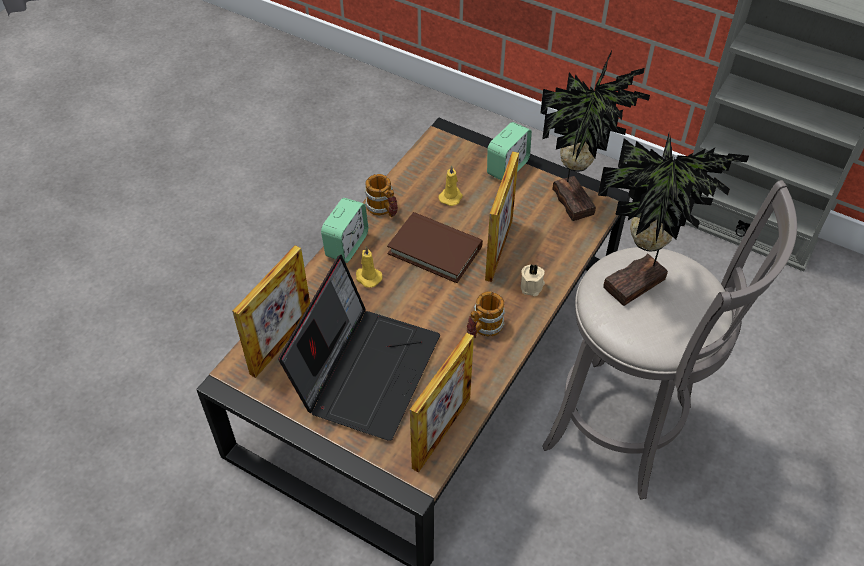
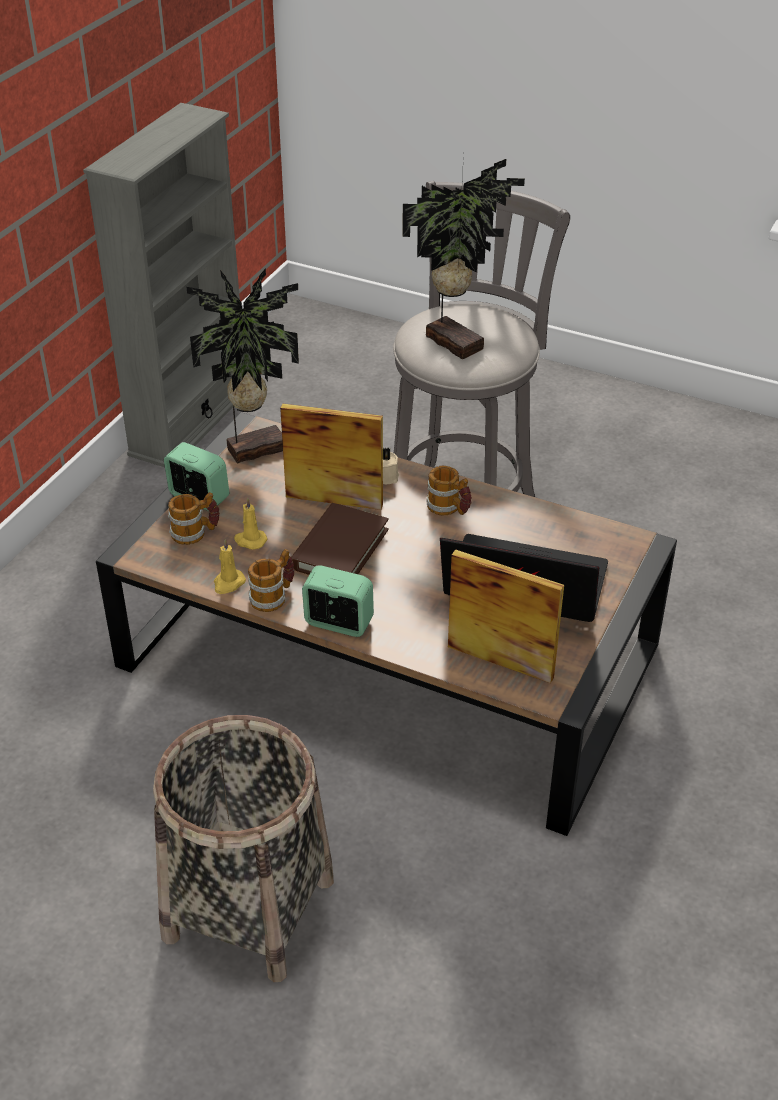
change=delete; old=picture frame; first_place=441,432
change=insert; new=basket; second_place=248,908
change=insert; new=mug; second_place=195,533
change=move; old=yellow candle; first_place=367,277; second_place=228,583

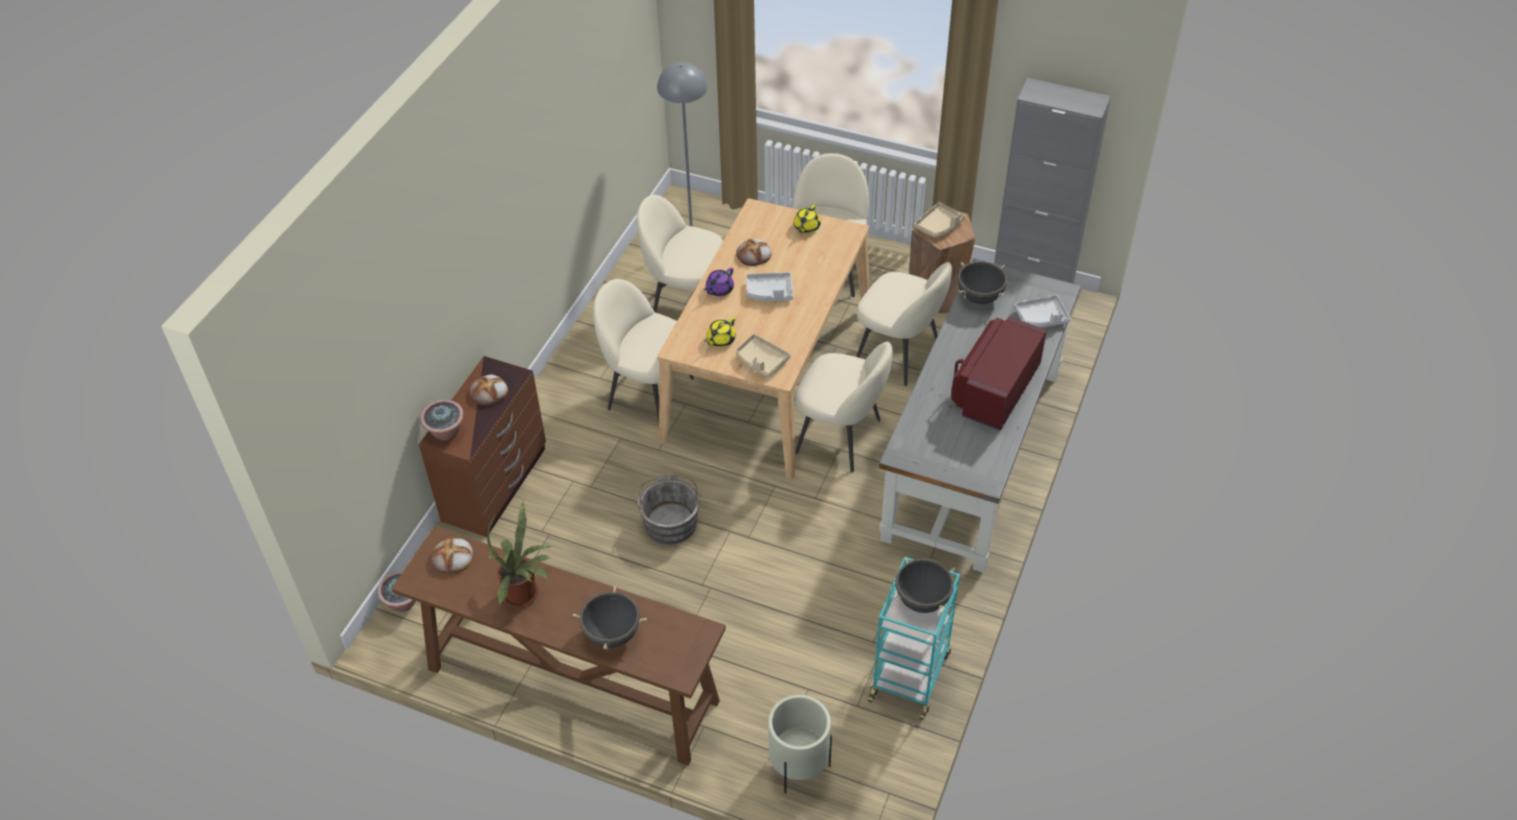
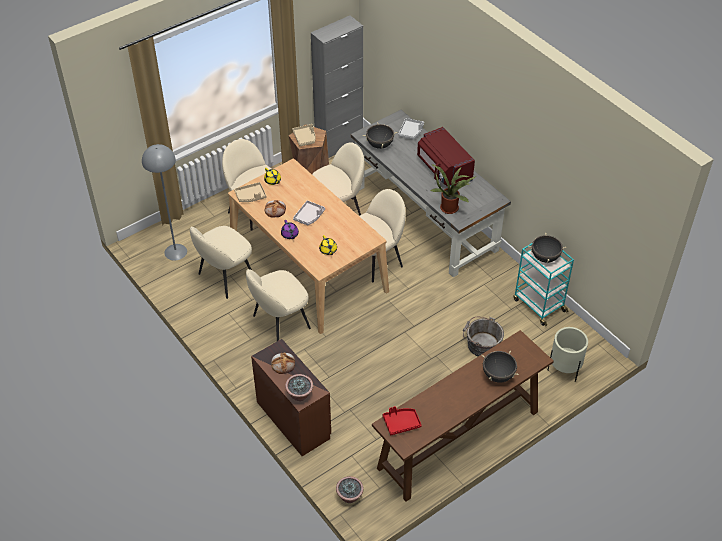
change=move; old=potted plant; first_place=524,594; second_place=450,207
change=move; old=grey bucket; first_place=670,520; second_place=481,344
change=move; old=beige tray; first_place=761,361; second_place=251,196
change=replace; old=bread; new=red tray; first_place=453,558; second_place=401,423

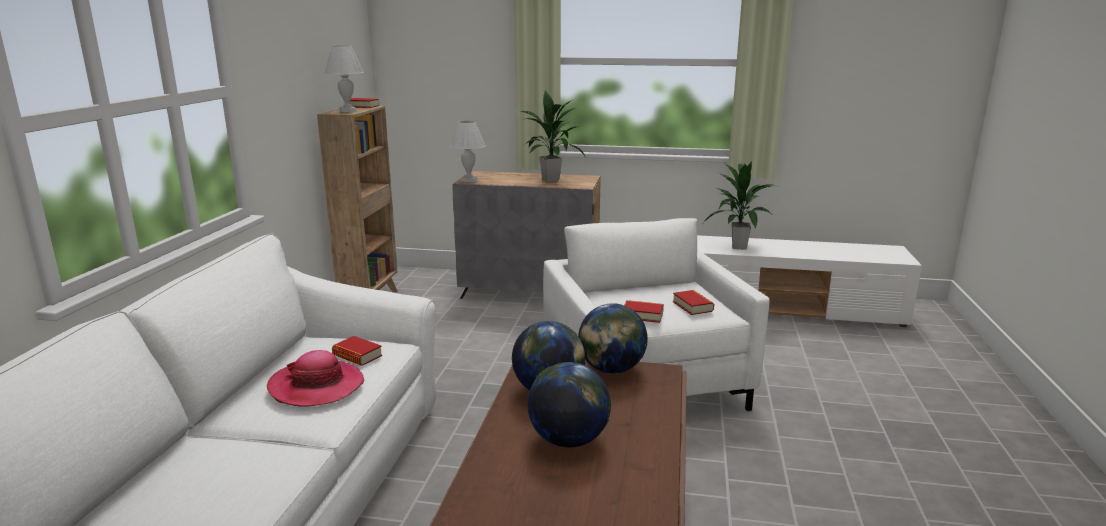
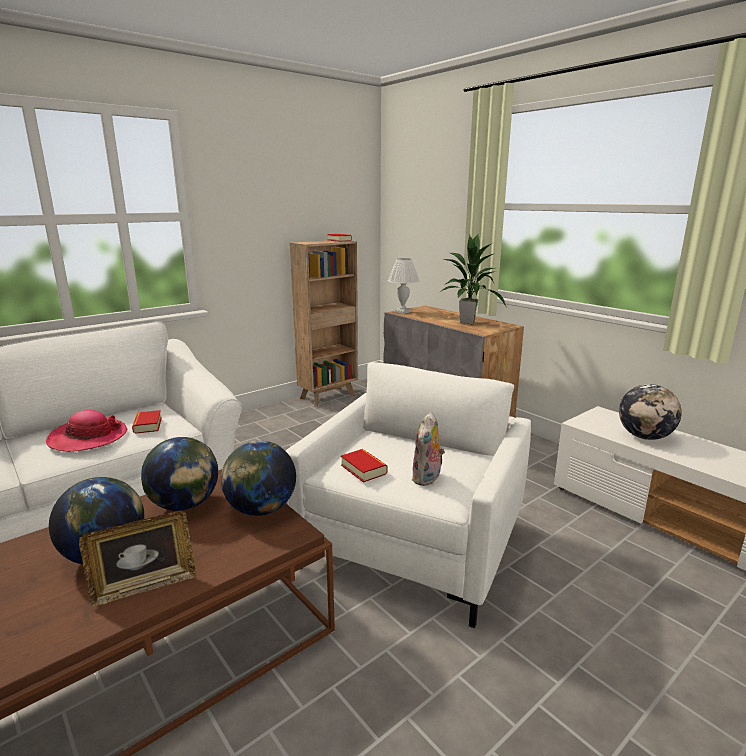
change=delete; old=white table lamp; first_place=348,111
change=insert; new=picture frame; second_place=145,586
change=replace; old=book; new=plush toy; first_place=692,306; second_place=427,479
change=replace; old=potted plant; new=globe; first_place=739,247; second_place=644,437

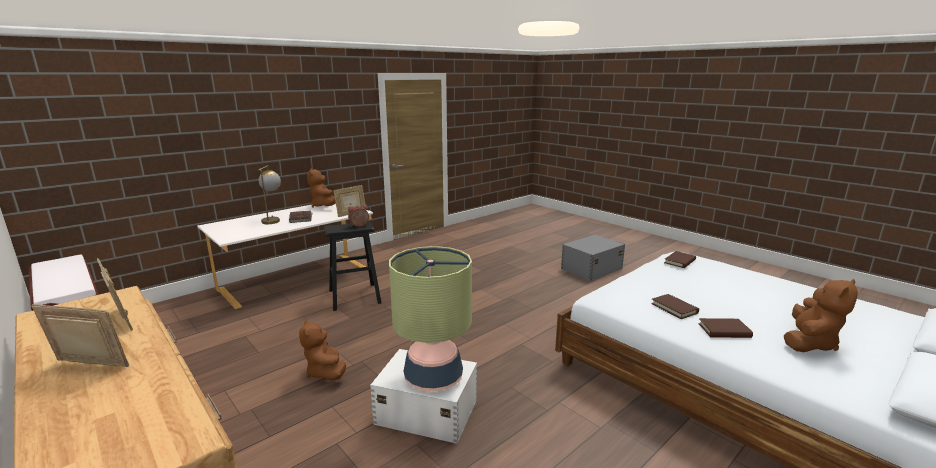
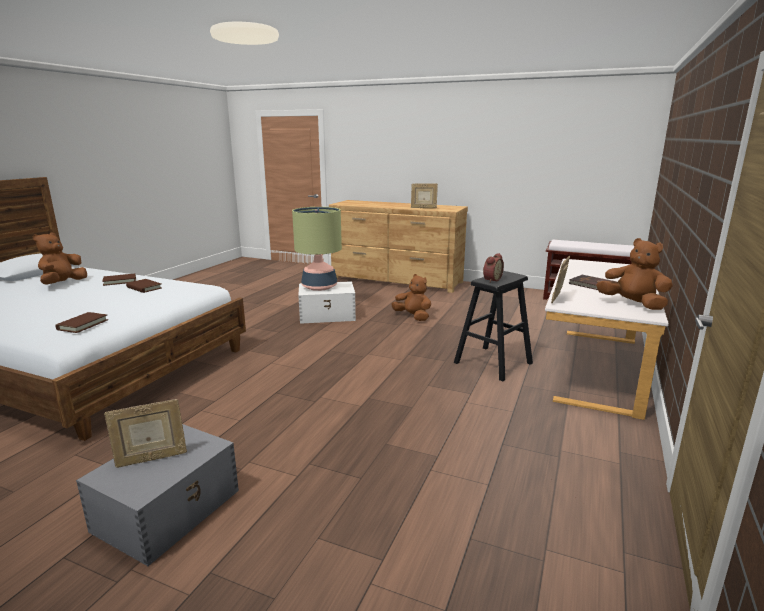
change=delete; old=table lamp; first_place=272,220
change=move; old=picture frame; first_place=91,367; second_place=151,459

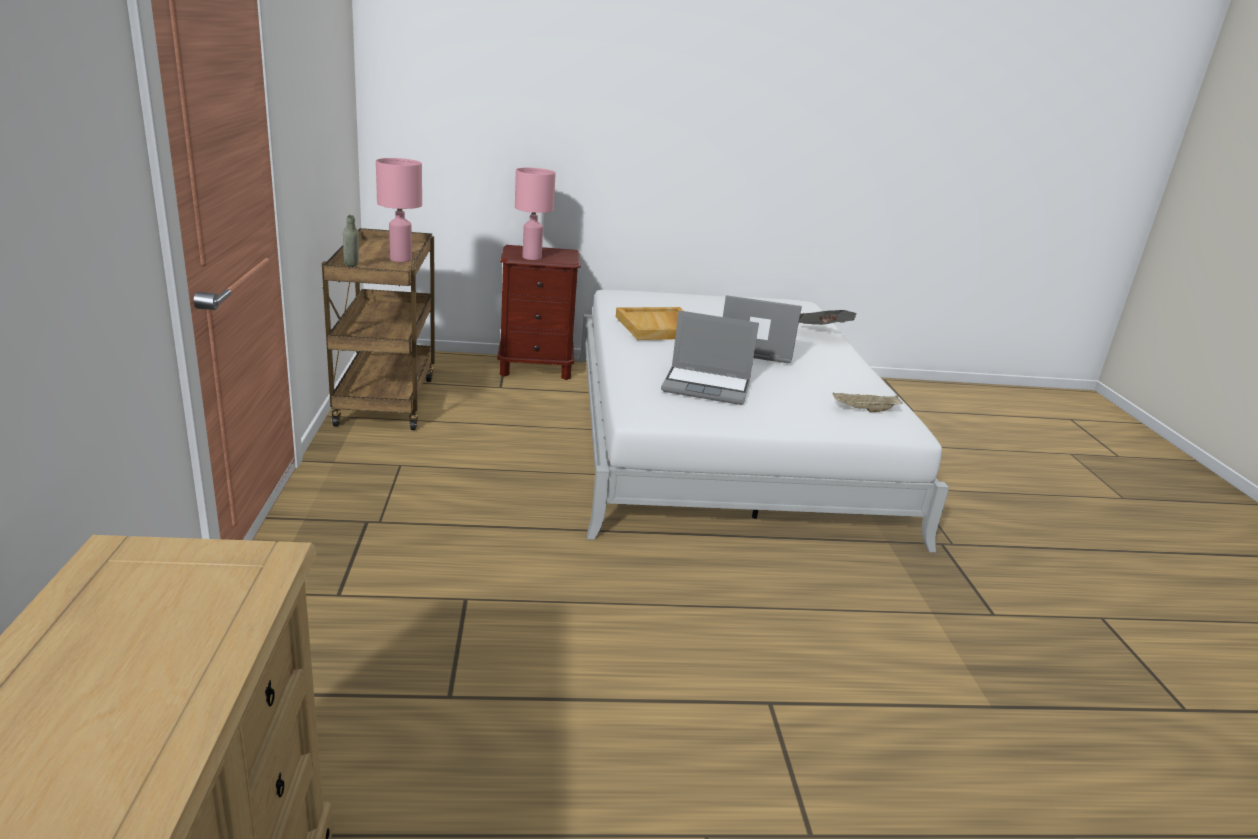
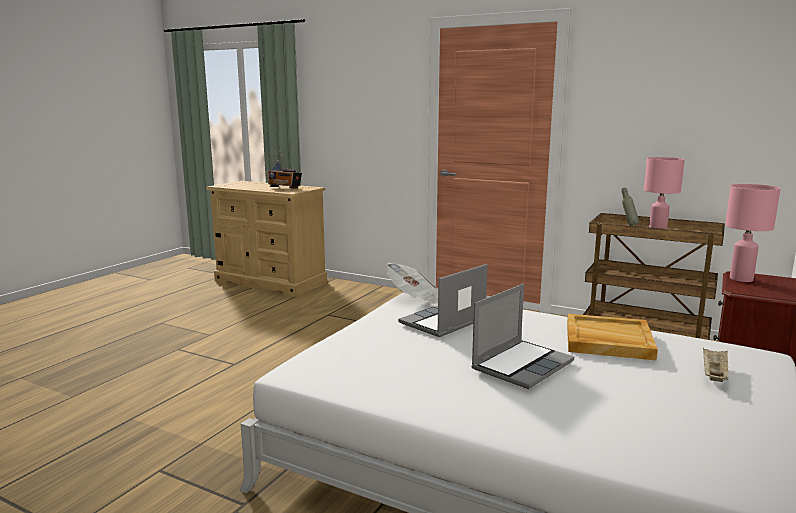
change=insert; new=radio; second_place=284,188
change=move; old=newspaper; first_place=822,333; second_place=414,298
change=move; old=beige tray; first_place=864,410; second_place=713,374

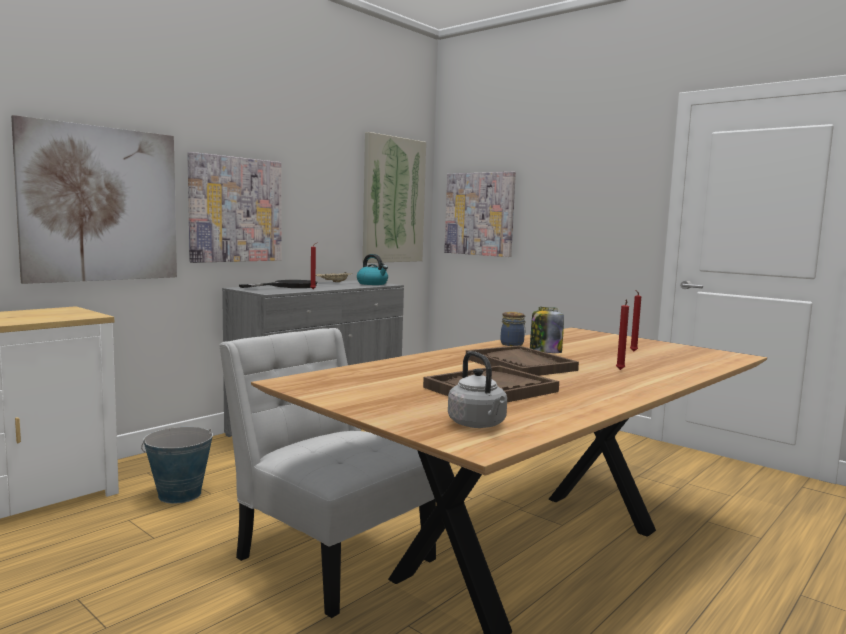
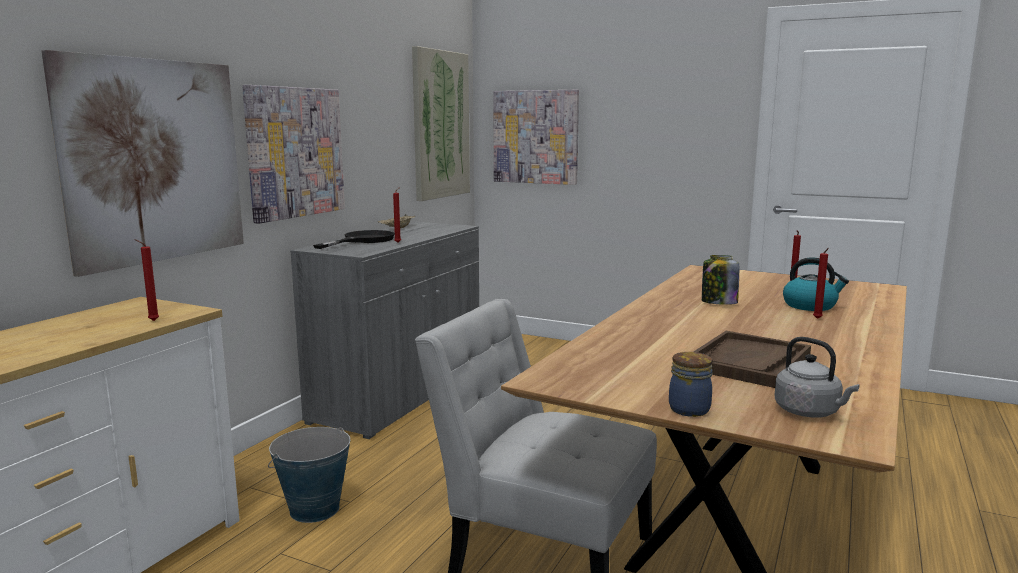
change=delete; old=brown tray; first_place=520,364
change=insert; new=red candle; second_place=152,321
change=move; old=kettle; first_place=373,284; second_place=810,306
change=move; old=jar; first_place=513,344; second_place=690,409

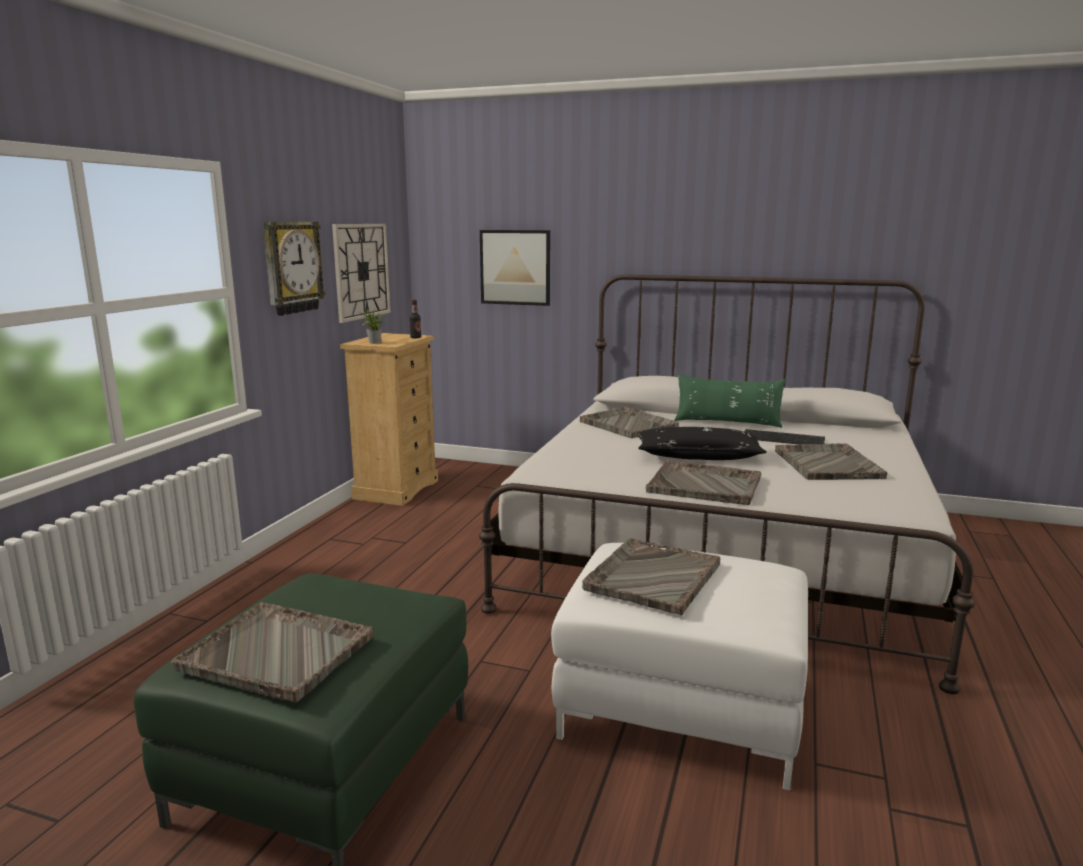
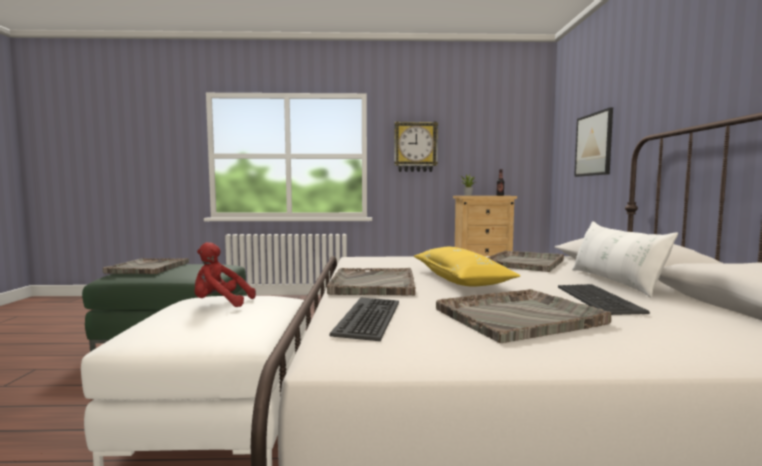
change=delete; old=wall clock; first_place=361,271
change=insert; new=keyboard; second_place=370,318
change=replace; old=grey tray; new=red plush toy; first_place=652,577; second_place=220,303
change=recolor; old=black pillow; new=yellow pillow; first_place=698,456; second_place=460,279
change=recolor; old=green pillow; new=white pillow; first_place=727,422; second_place=614,282

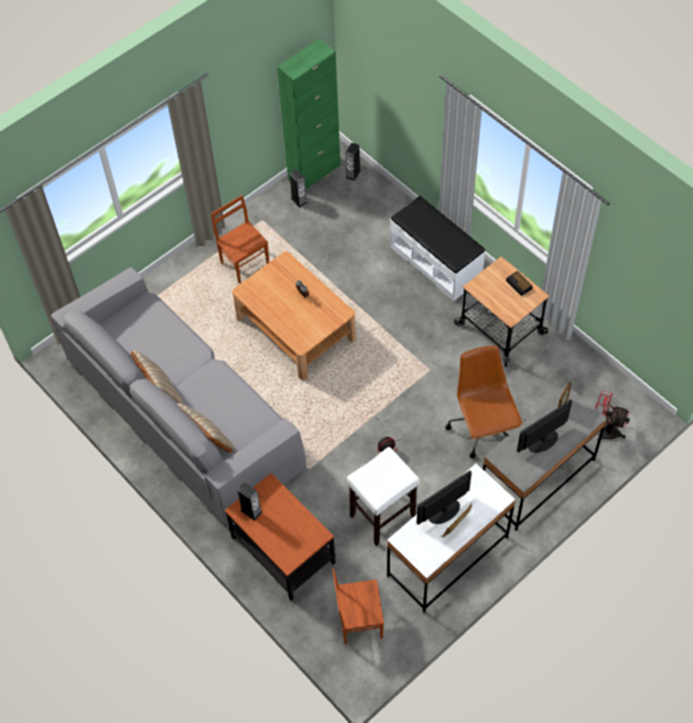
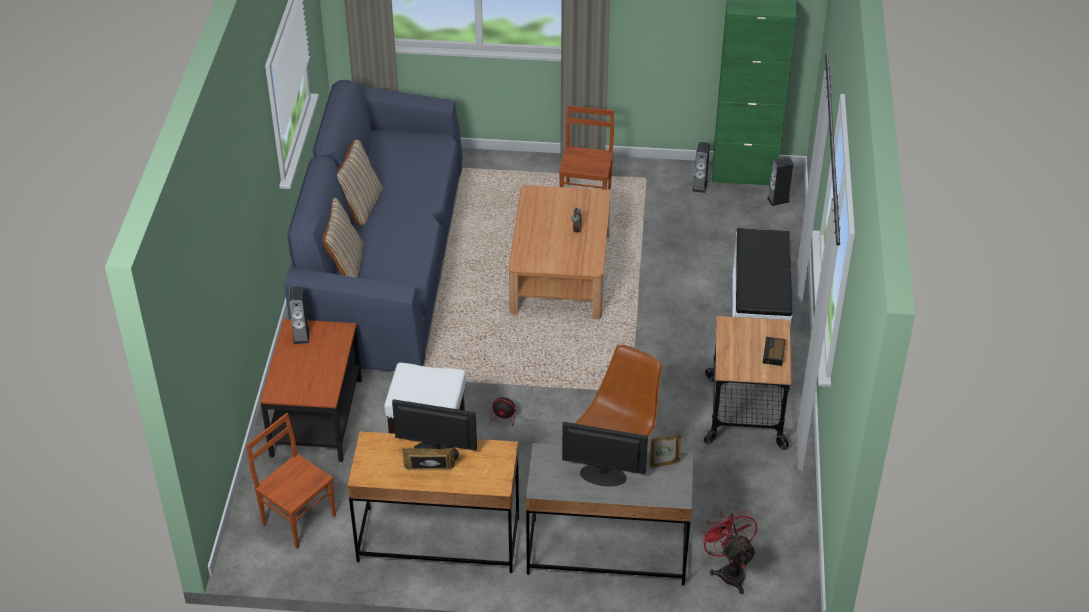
change=recolor; old=grey sofa; new=blue sofa; first_place=184,414; second_place=383,263
change=recolor; old=white desk; new=brown desk; first_place=447,556; second_place=438,540

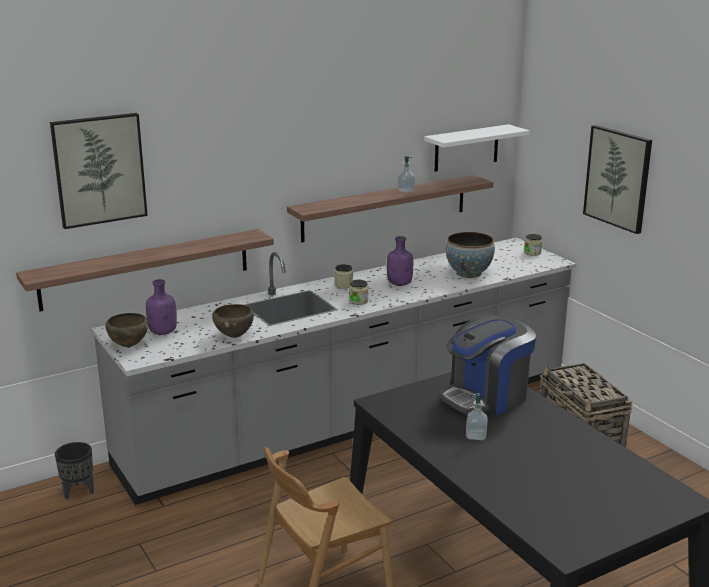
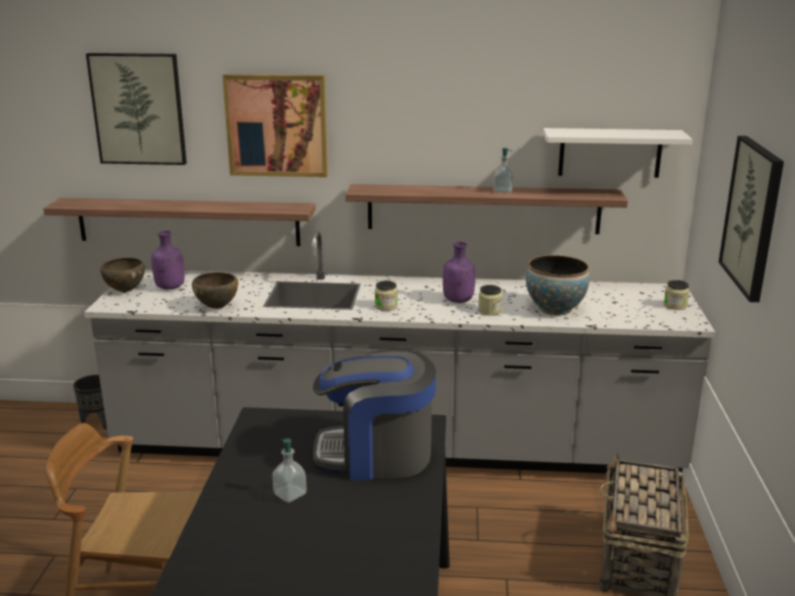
change=insert; new=picture; second_place=277,125
change=move; old=jar; first_place=343,285; second_place=489,311

